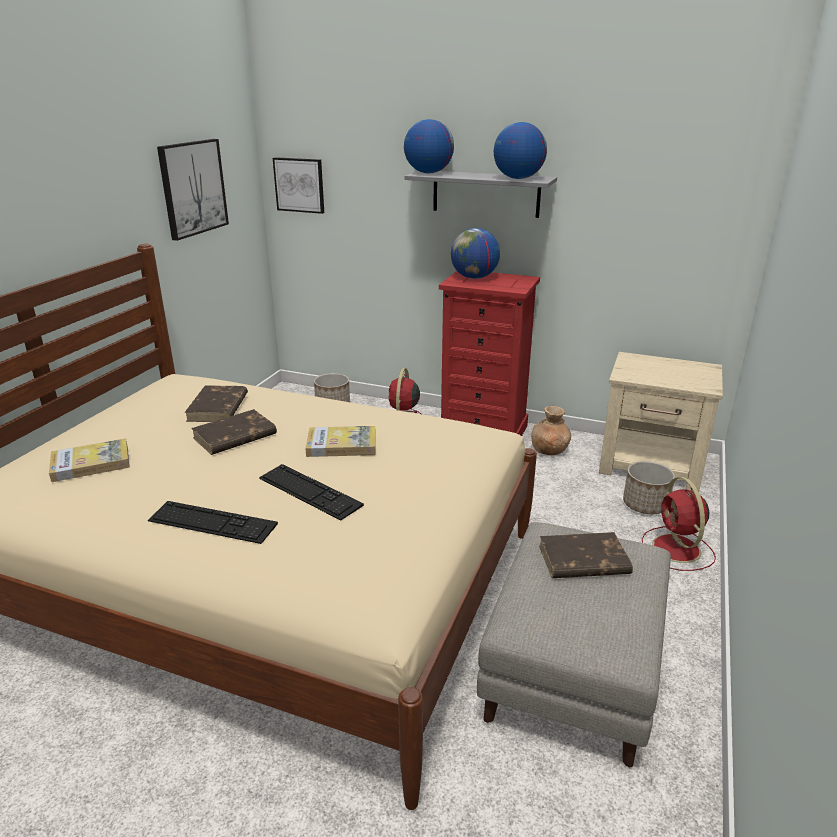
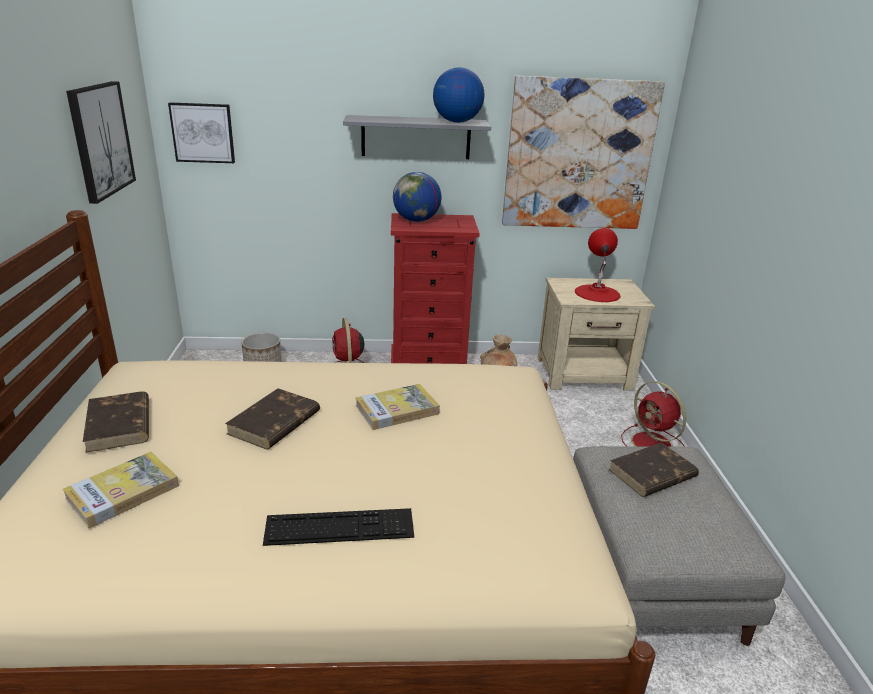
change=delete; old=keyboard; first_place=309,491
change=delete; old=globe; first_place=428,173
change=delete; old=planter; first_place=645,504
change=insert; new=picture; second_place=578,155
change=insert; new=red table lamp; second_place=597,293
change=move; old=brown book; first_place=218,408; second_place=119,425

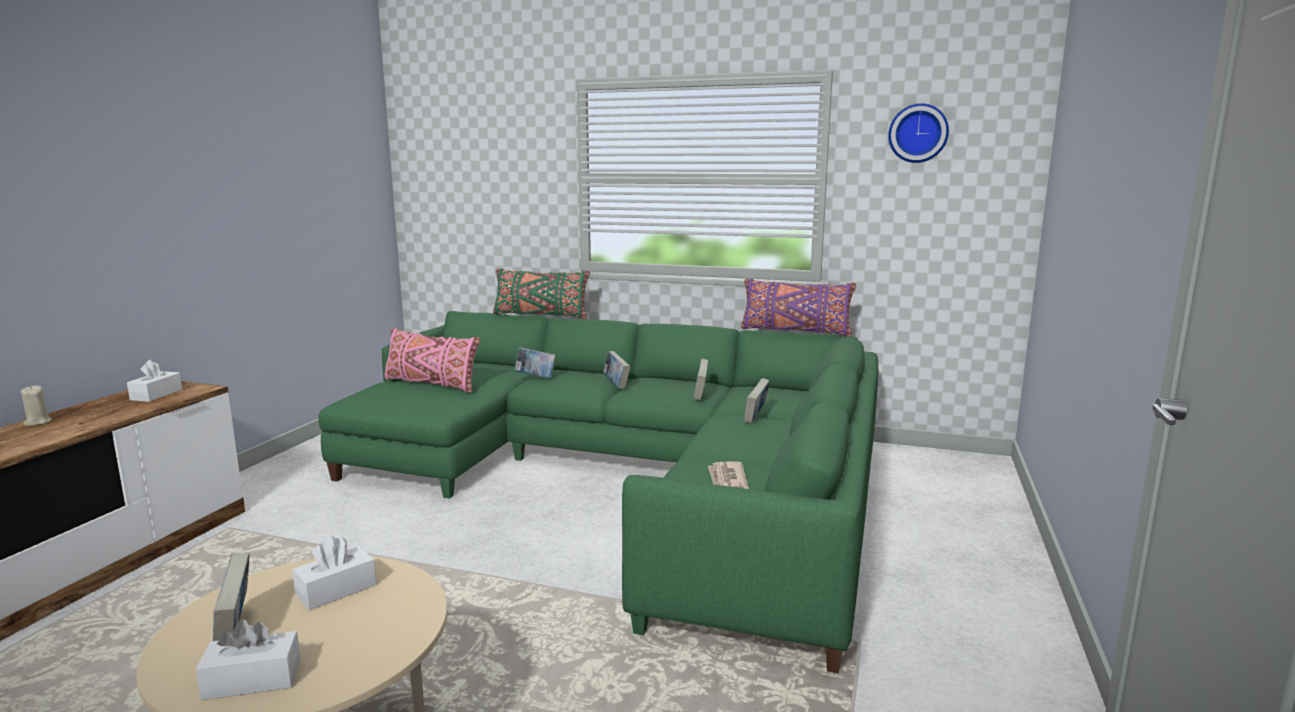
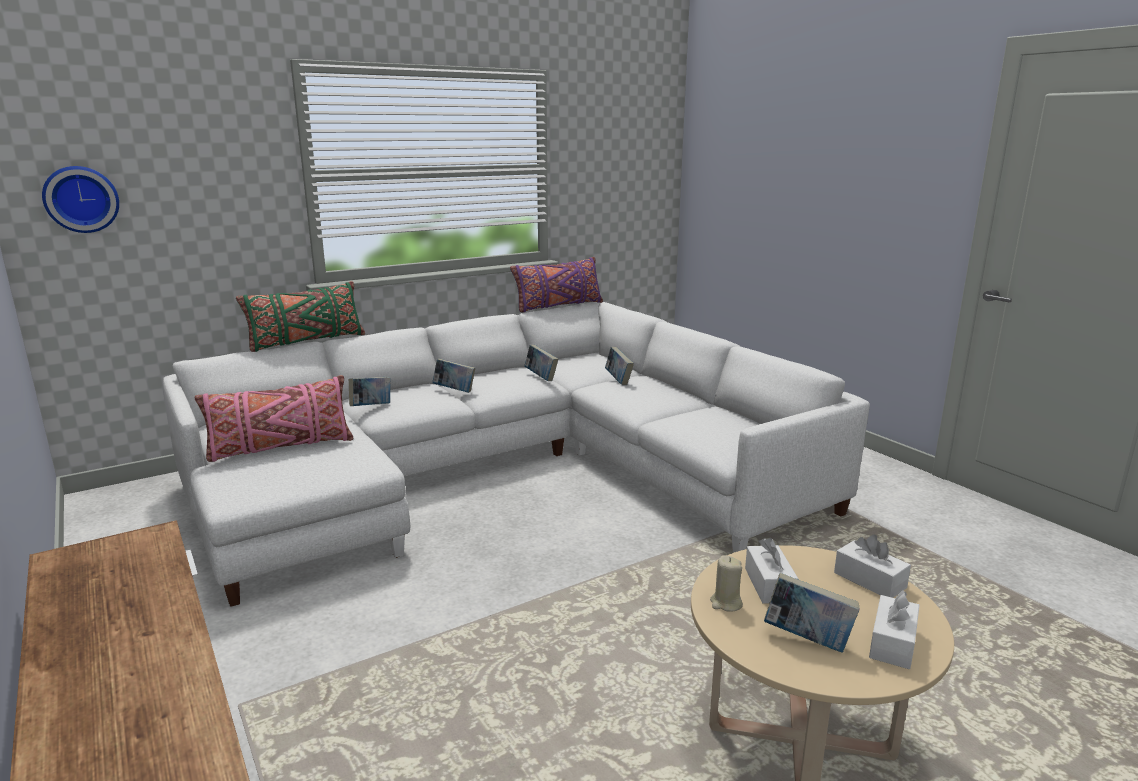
change=delete; old=newspaper; first_place=727,480
change=move; old=beige candle; first_place=37,422; second_place=726,603
change=move; old=white tissue box; first_place=156,395; second_place=869,580
change=move; old=wall clock; first_place=918,133; second_place=81,199
change=recolor; old=green sofa; new=white sofa; first_place=632,478; second_place=507,472

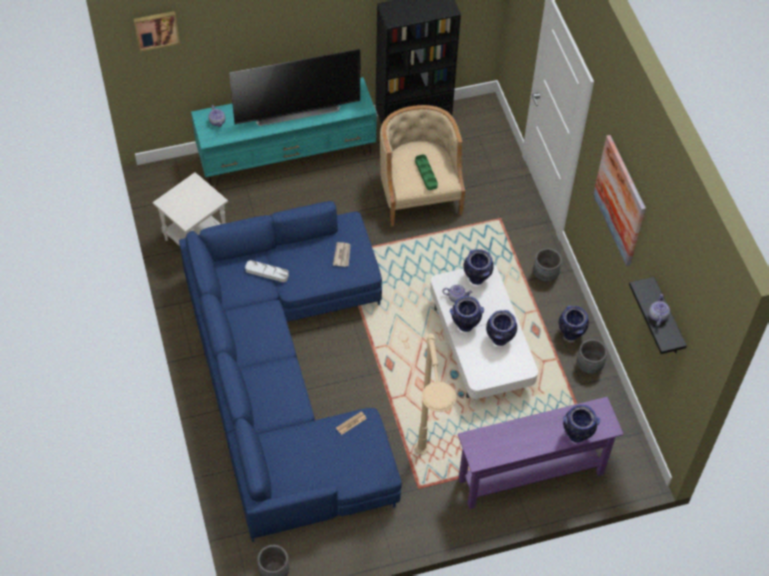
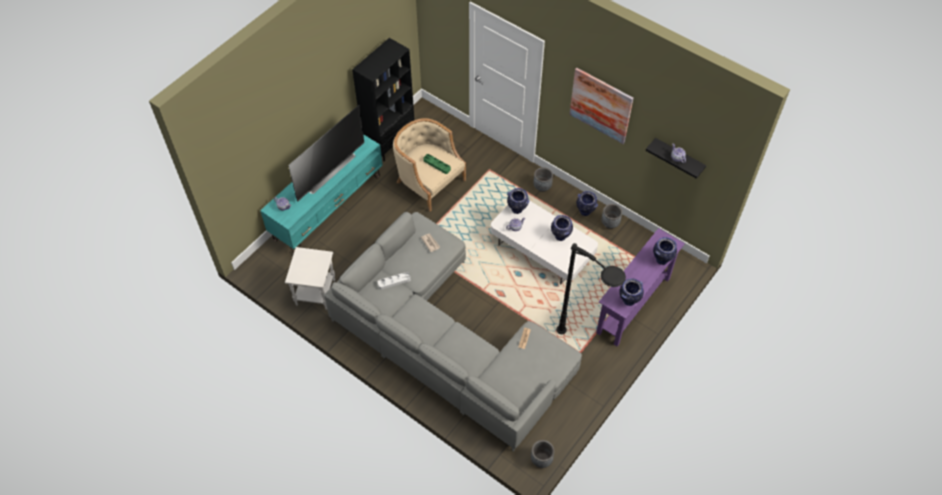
change=delete; old=picture; first_place=156,29
change=move; old=vase; first_place=465,325; second_place=629,301
change=recolor; old=blue sofa; new=grey sofa; first_place=286,376; second_place=446,340
change=recolor; old=beige floor lamp; new=black floor lamp; first_place=426,489; second_place=584,352

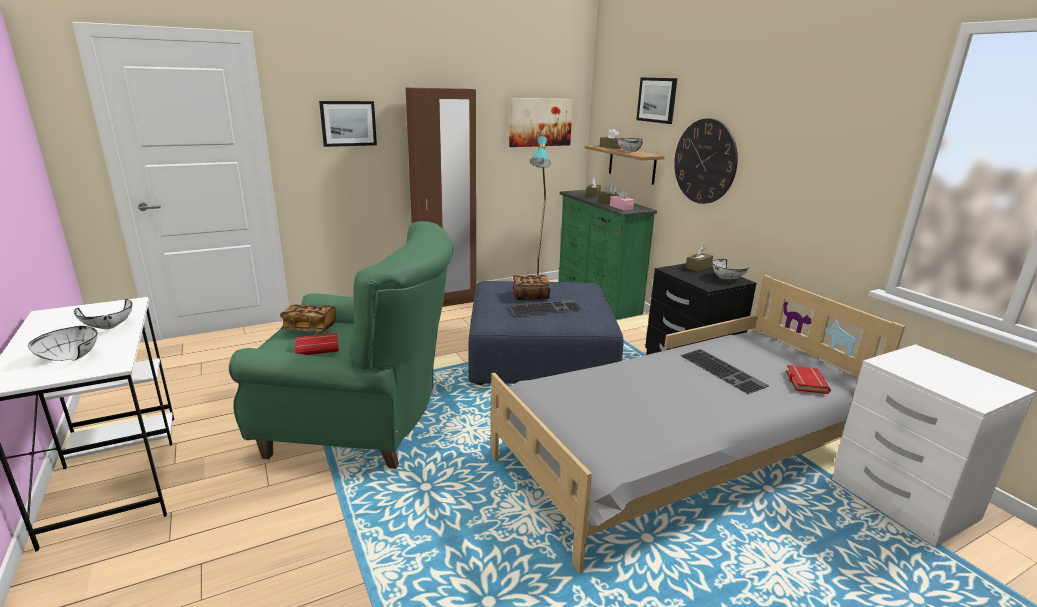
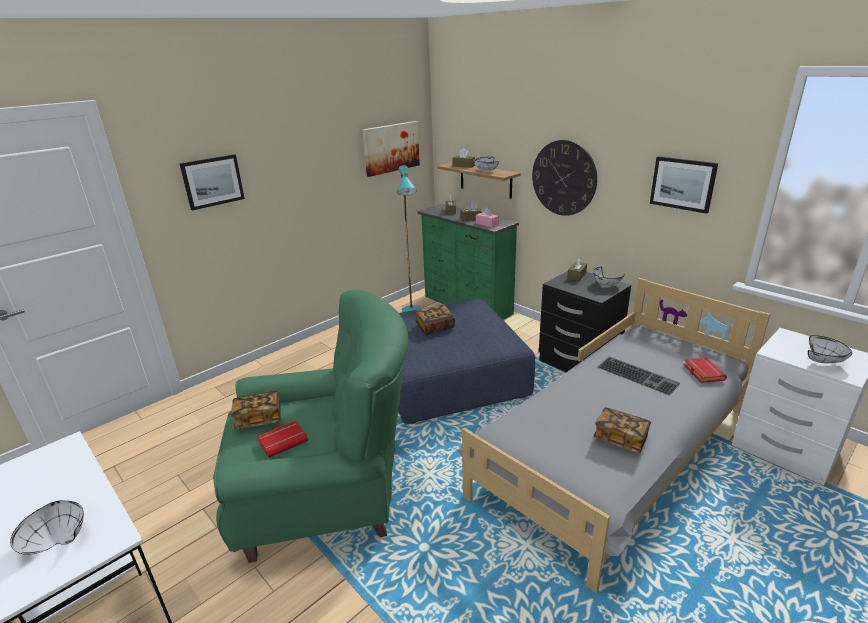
change=delete; old=brown wardrobe; first_place=446,302
change=delete; old=keyboard; first_place=545,307
change=insert; new=book; second_place=620,438
change=move; old=white bowl; first_place=110,327; second_place=824,361
change=move; old=picture; first_place=657,100; second_place=683,184

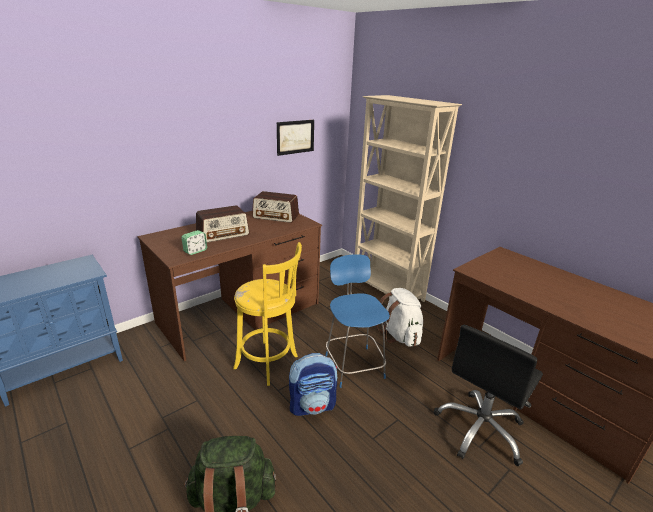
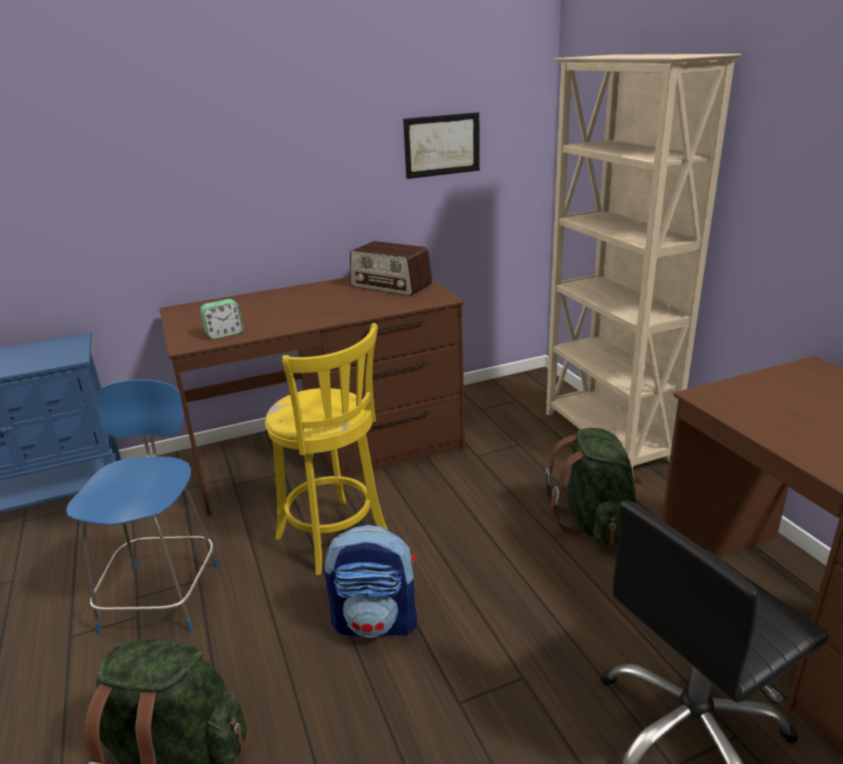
change=delete; old=radio; first_place=223,234
change=move; old=blue chair; first_place=353,365; second_place=163,594
change=recolor; old=white backpack; new=green backpack; first_place=399,335; second_place=594,522

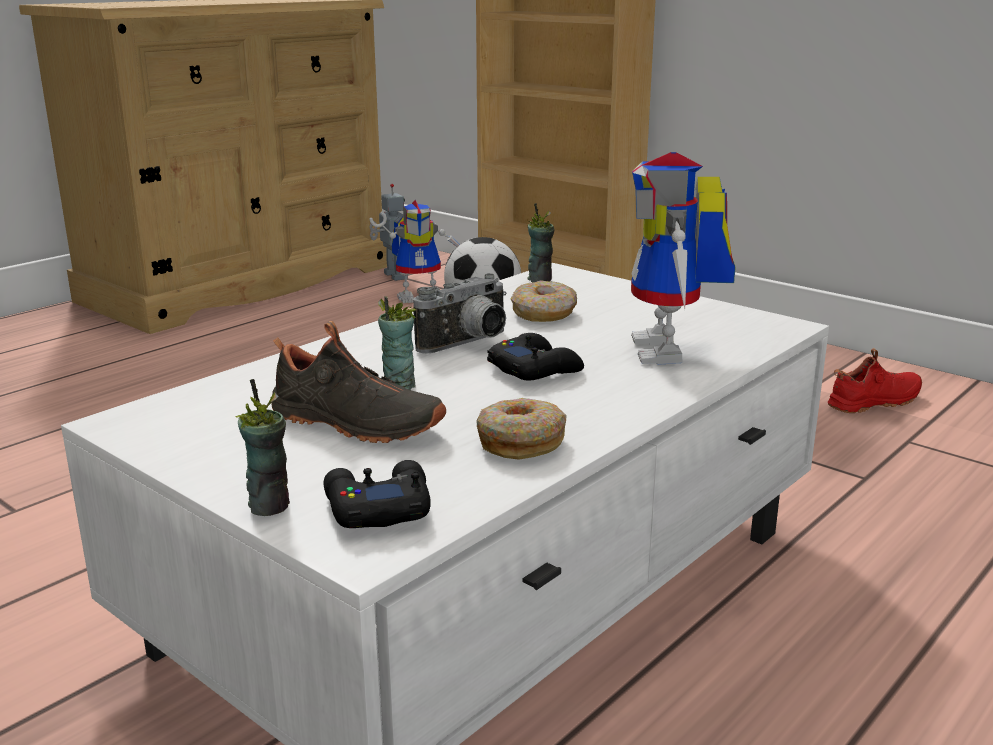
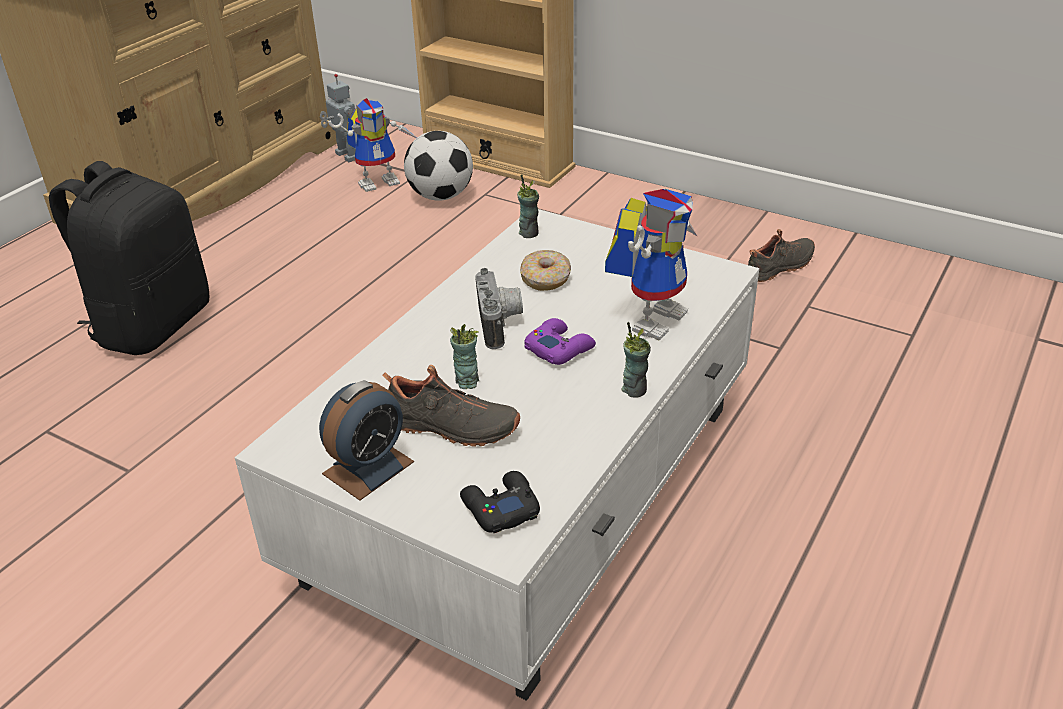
change=delete; old=donut; first_place=520,442
change=insert; new=black backpack; second_place=152,325
change=insert; new=alarm clock; second_place=368,468
change=move; old=cup; first_place=269,505; second_place=634,389
change=recolor; old=black game controller; new=purple game controller; first_place=535,369; second_place=559,348
change=recolor; old=red shoe; new=black shoe; first_place=876,403; second_place=780,268
change=rotate; old=photo camera; first_place=469,344; second_place=501,324; degrees=-45
change=rotate; old=toy robot; first_place=672,352; second_place=653,316; degrees=-135

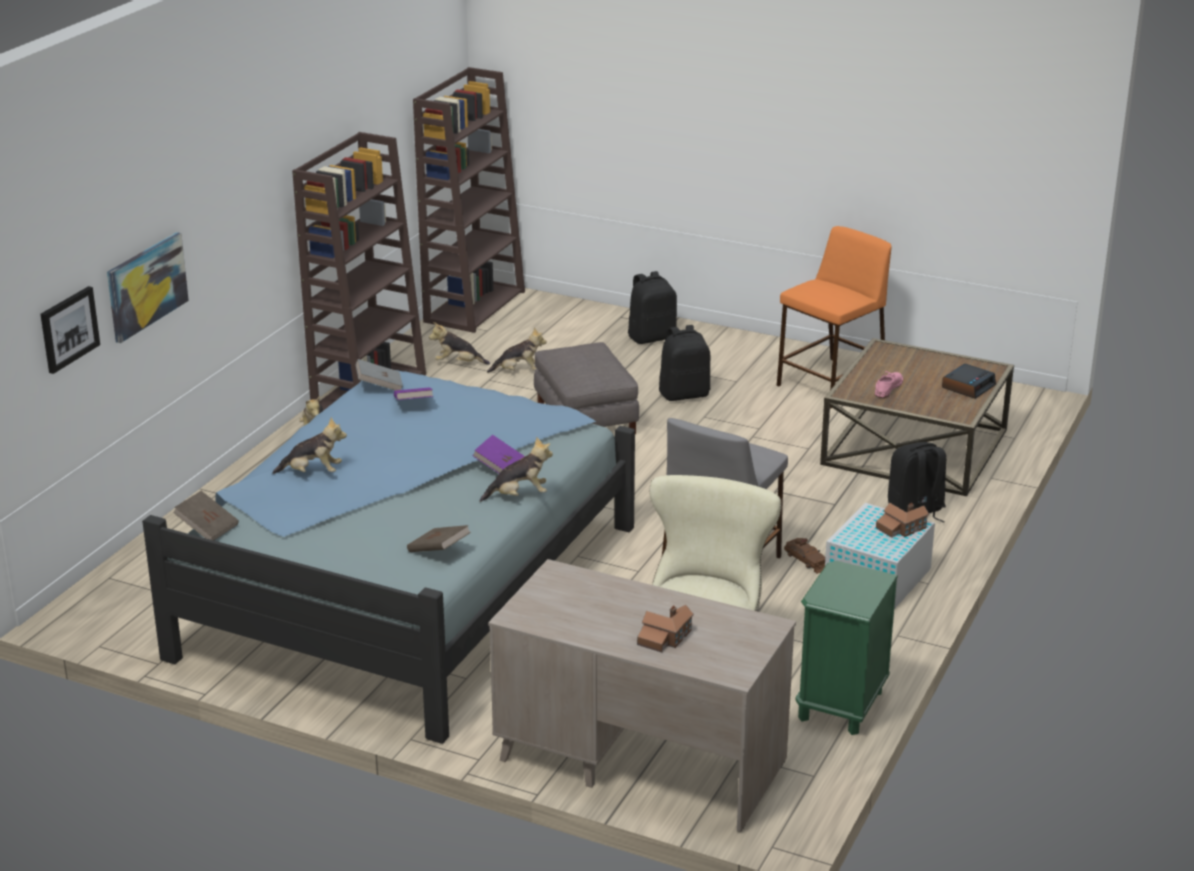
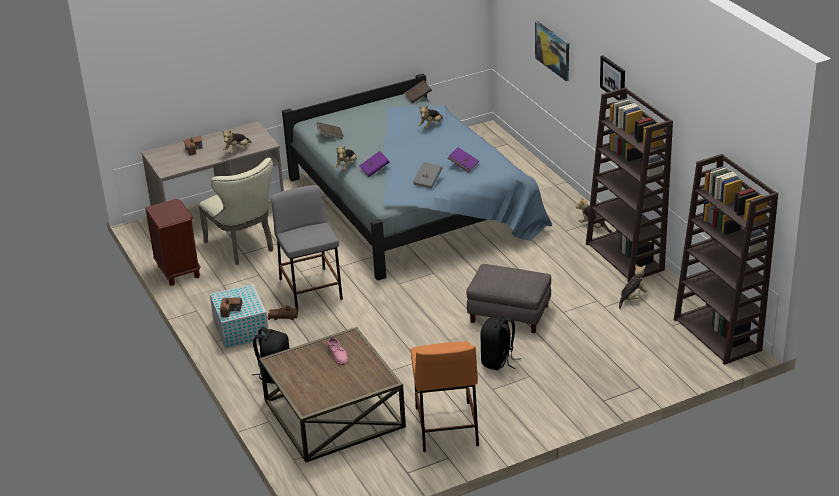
change=delete; old=black backpack; first_place=652,337
change=delete; old=alarm clock; first_place=968,386
change=move; old=picture; first_place=68,329; second_place=613,78
change=move; old=grey book; first_place=379,386; second_place=428,181
change=move; old=plush toy; first_place=518,372; second_place=237,150
change=recolor; old=green nightstand; new=brown nightstand; first_place=840,706; second_place=178,271

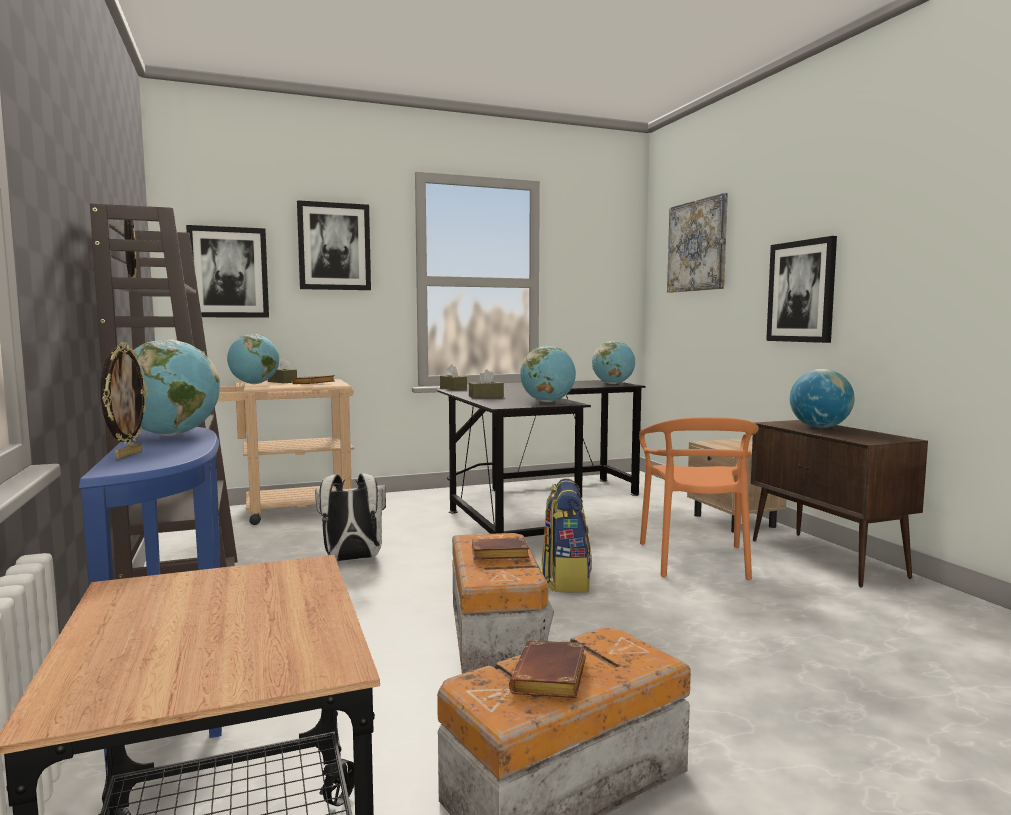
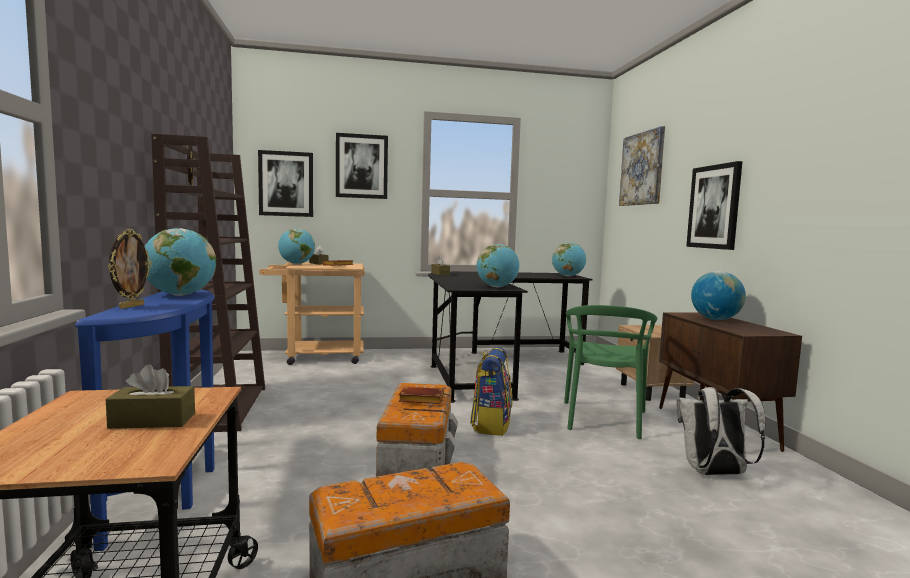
change=delete; old=brown book; first_place=552,679
change=move; old=white backpack; first_place=352,560; second_place=714,473
change=move; old=brown tissue box; first_place=486,396; second_place=153,421
change=recolor; old=orange chair; new=green chair; first_place=696,560; second_place=603,419

